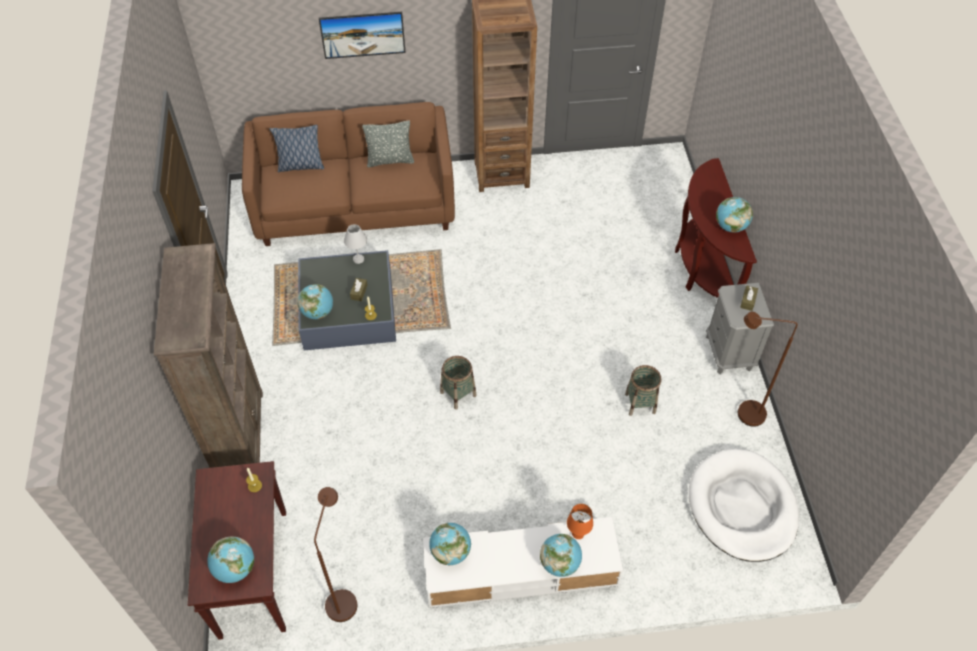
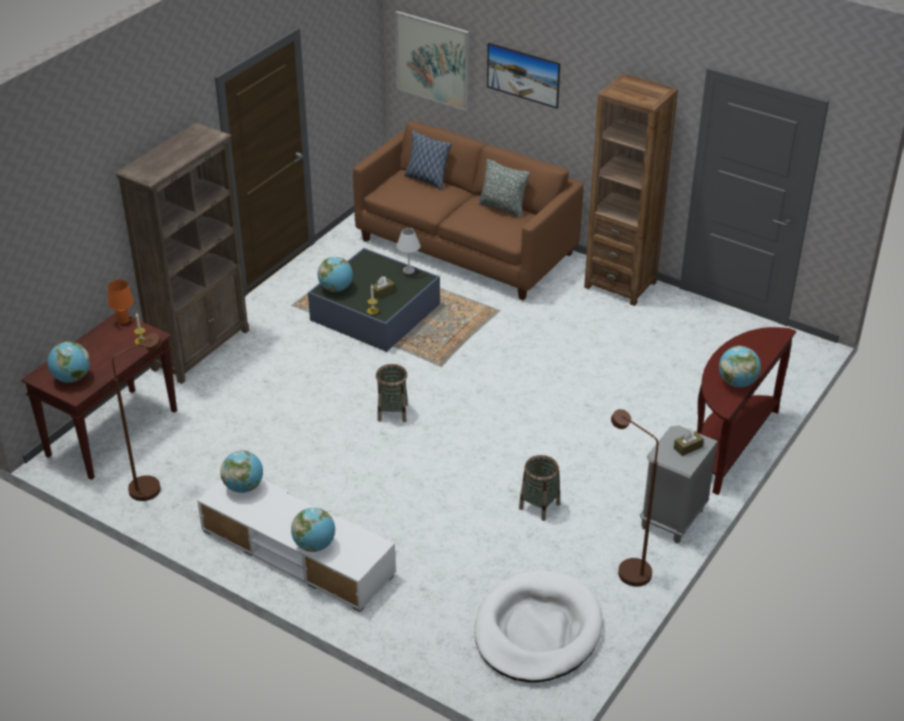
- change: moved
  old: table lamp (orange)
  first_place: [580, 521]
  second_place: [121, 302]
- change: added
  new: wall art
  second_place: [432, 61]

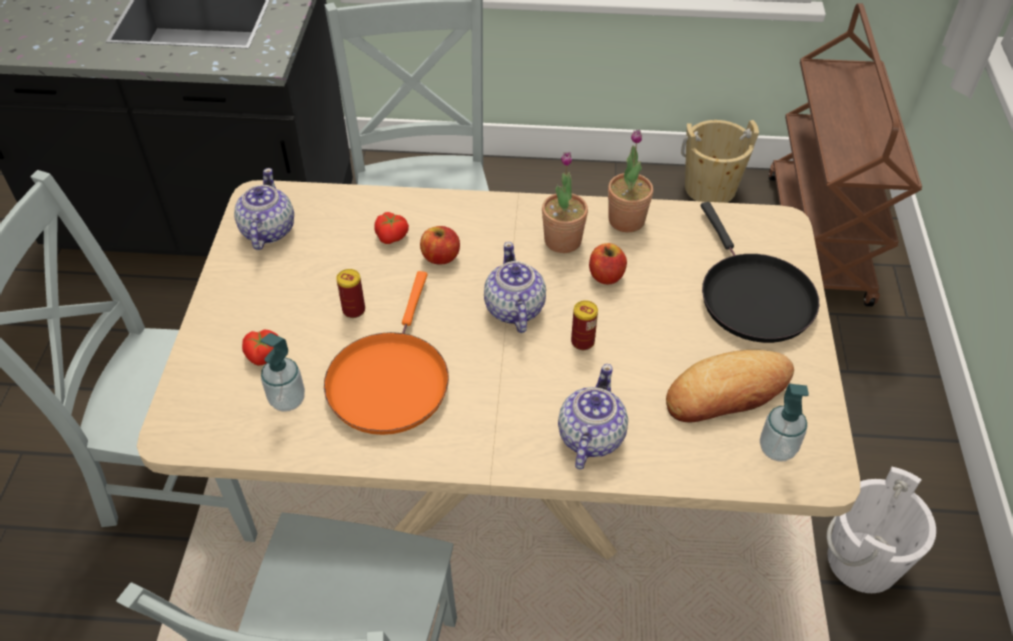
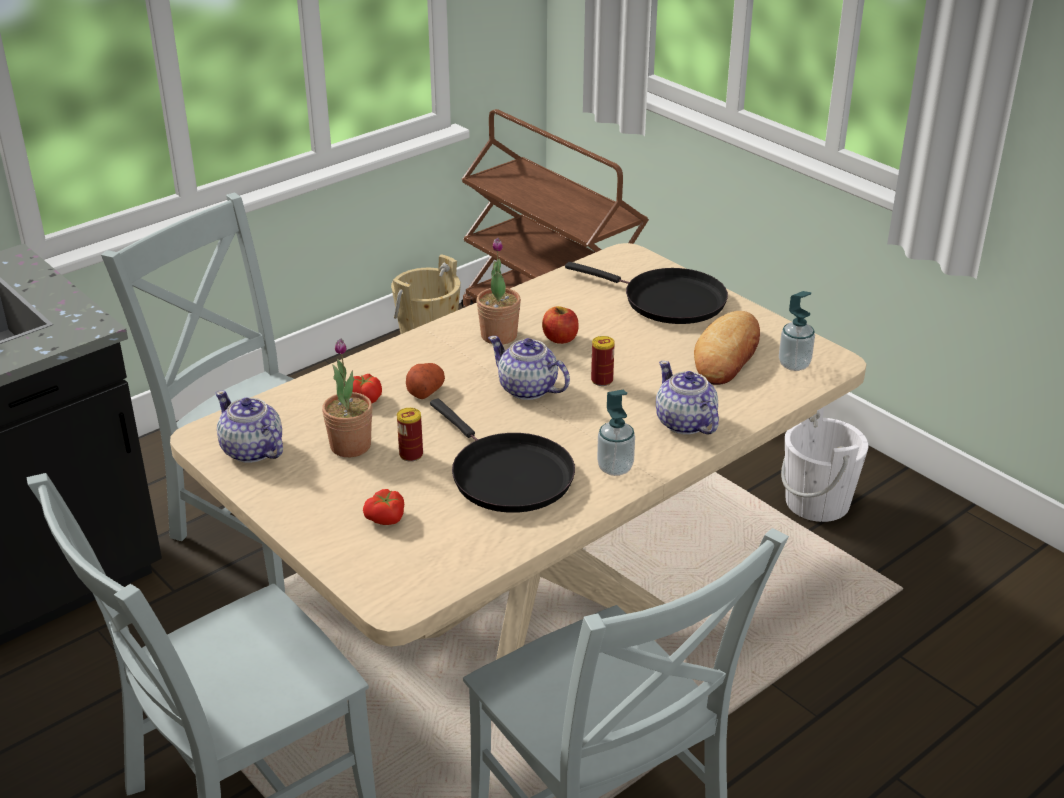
- change: moved
  old: plant in a pot
  first_place: [630, 181]
  second_place: [347, 398]
- change: replaced
  old: apple fruit
  new: potato
  first_place: [440, 245]
  second_place: [425, 381]
- change: recoloured
  old: frying pan (orange)
  new: frying pan (black)
  first_place: [386, 353]
  second_place: [502, 455]
- change: moved
  old: soap dispenser
  first_place: [283, 372]
  second_place: [616, 433]

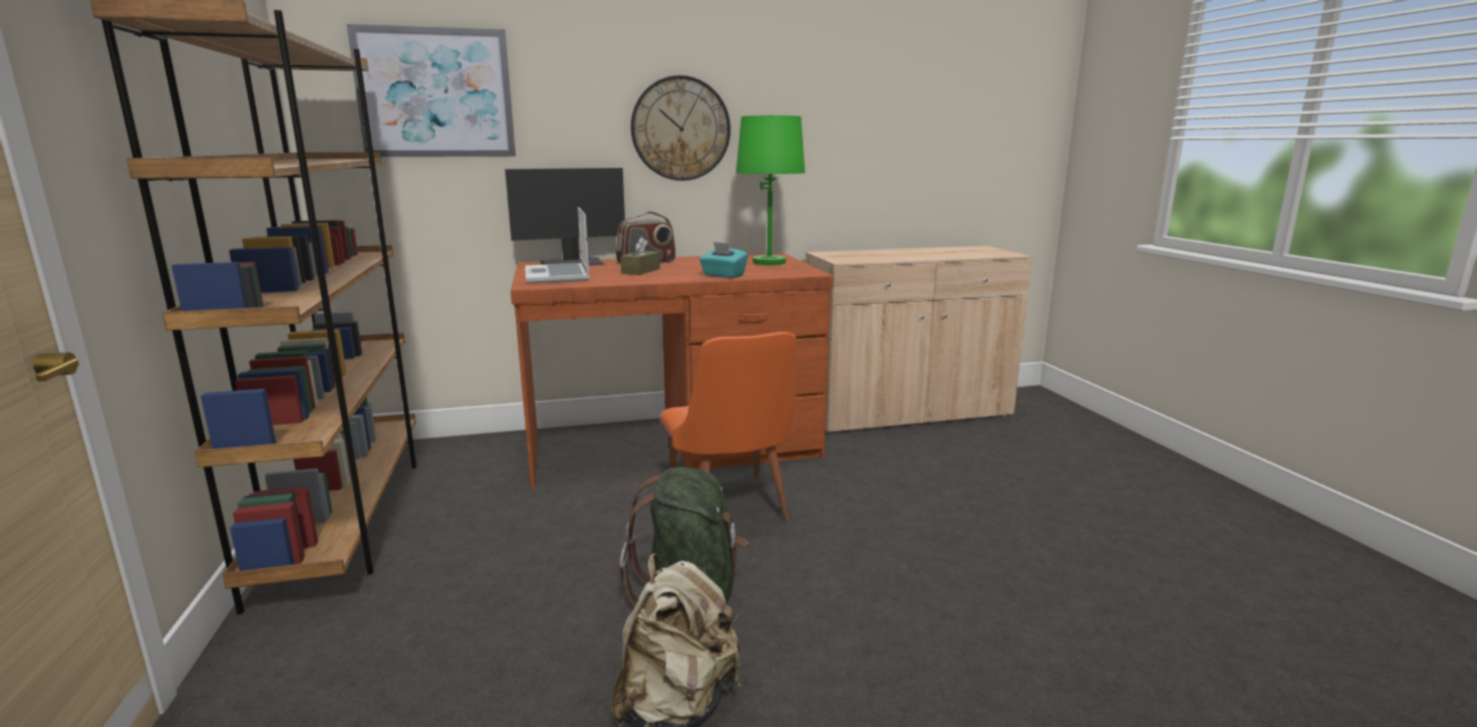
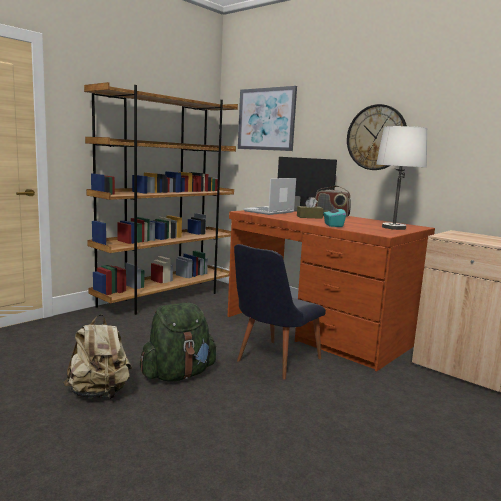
- change: recoloured
  old: table lamp (green)
  new: table lamp (white-coloured)
  first_place: [770, 189]
  second_place: [401, 178]
- change: recoloured
  old: chair (orange)
  new: chair (black)
  first_place: [728, 426]
  second_place: [280, 312]

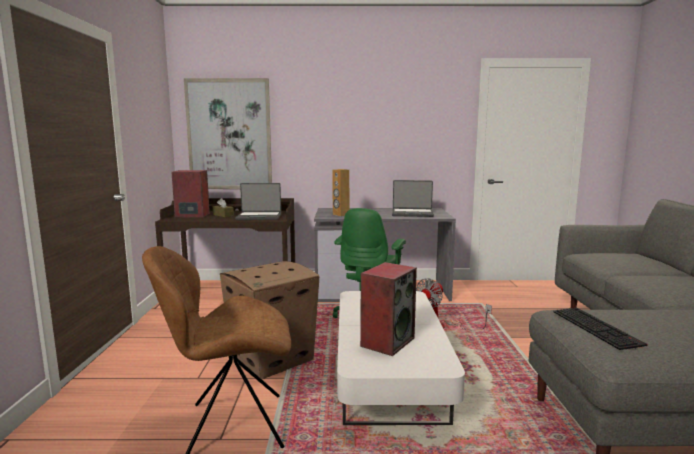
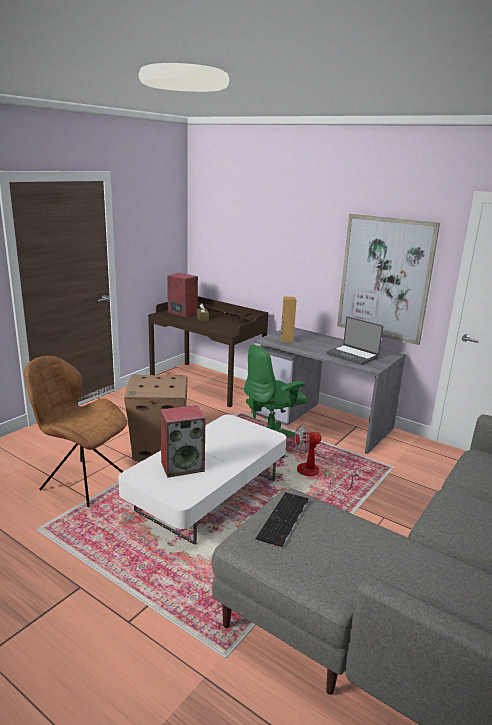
- change: moved
  old: wall art
  first_place: [228, 133]
  second_place: [388, 279]
- change: removed
  old: portable computer
  first_place: [258, 201]

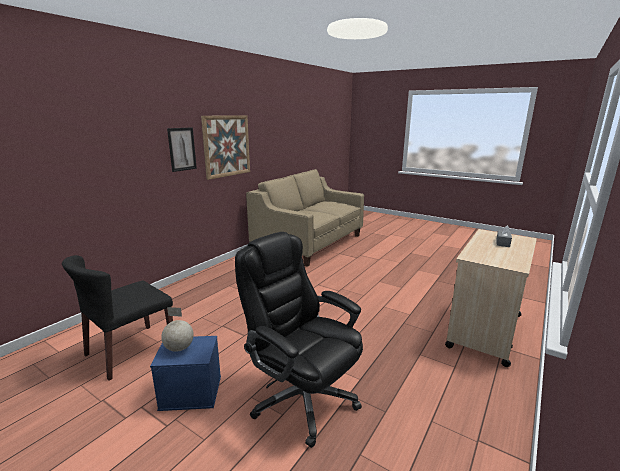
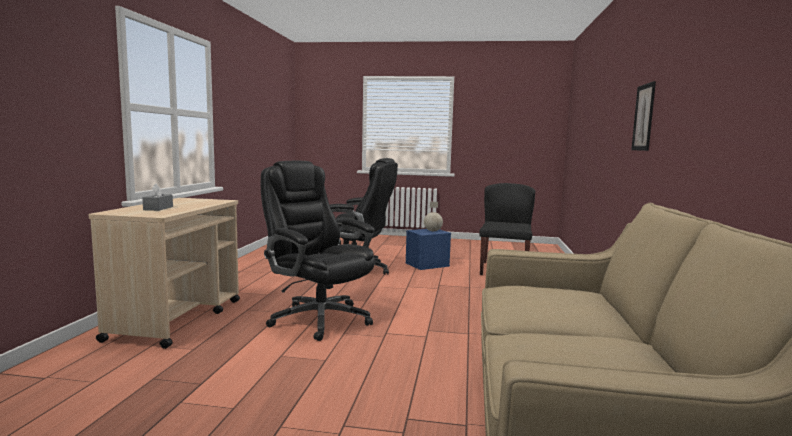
- change: removed
  old: wall art
  first_place: [225, 148]
- change: added
  new: computer chair (black)
  second_place: [318, 251]

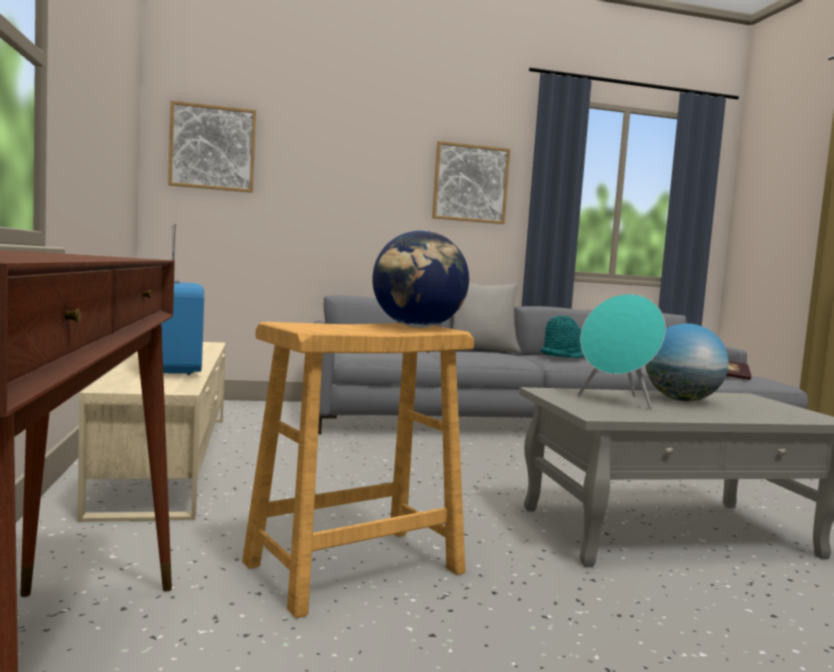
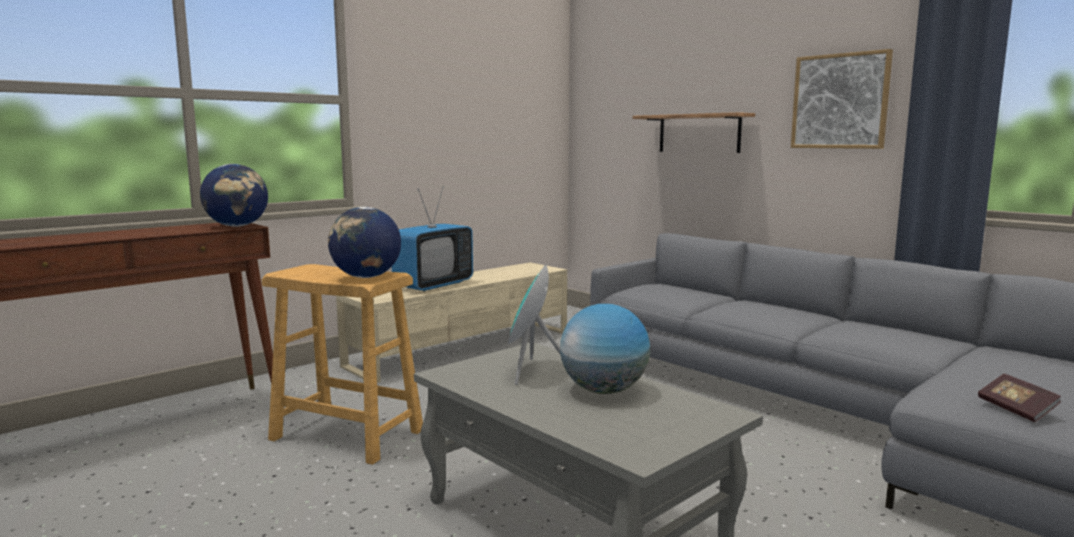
- change: removed
  old: wall art
  first_place: [212, 147]
- change: removed
  old: throw pillow (grey)
  first_place: [487, 318]
- change: removed
  old: hat (turquoise-coloured)
  first_place: [563, 337]
- change: added
  new: bracket shelf
  second_place: [694, 132]
- change: added
  new: world globe
  second_place: [234, 195]

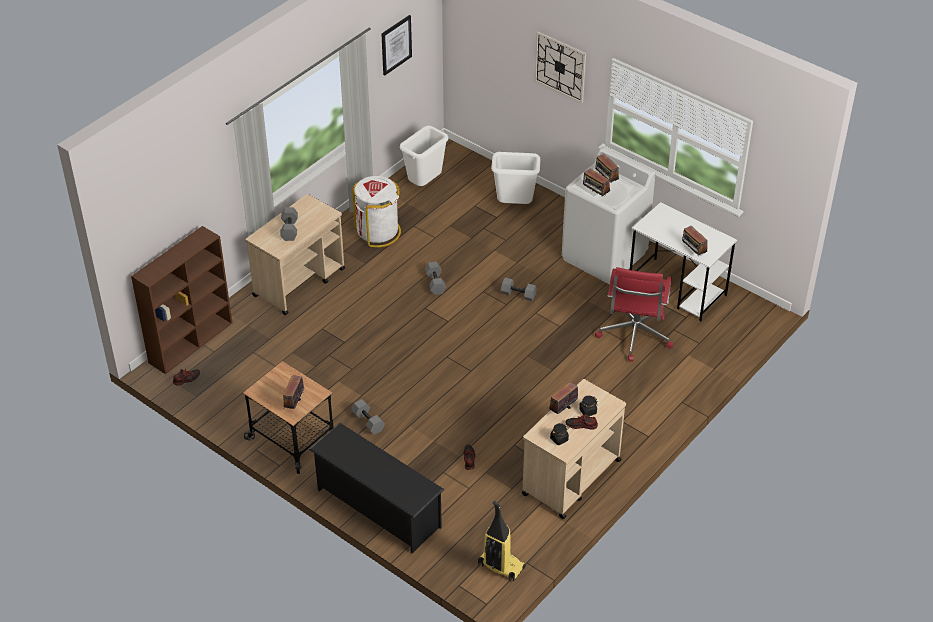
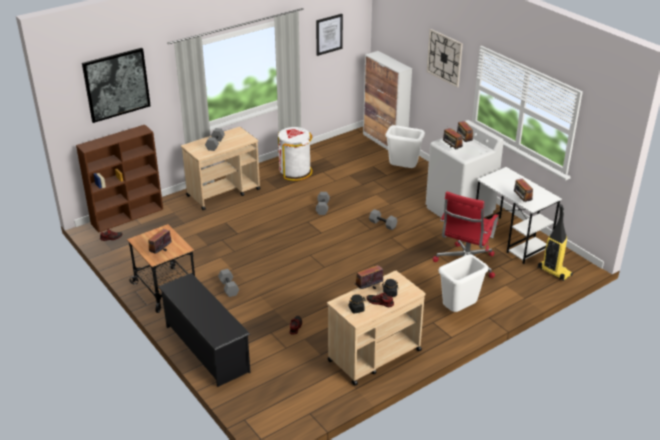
- change: moved
  old: waste bin (white-coloured)
  first_place: [424, 156]
  second_place: [464, 283]
- change: moved
  old: vacuum
  first_place: [502, 541]
  second_place: [555, 242]
- change: added
  new: wall art
  second_place: [116, 85]
- change: added
  new: cabinet
  second_place: [387, 100]

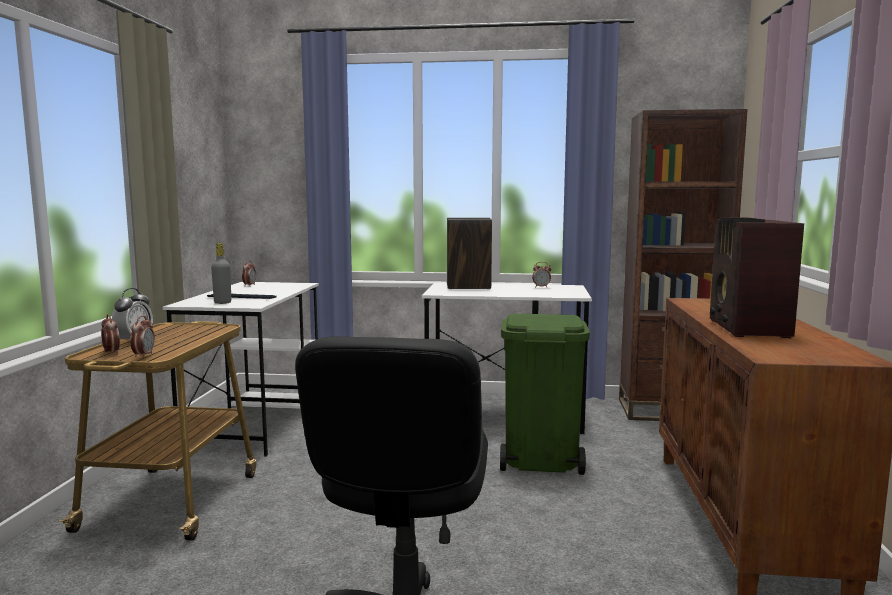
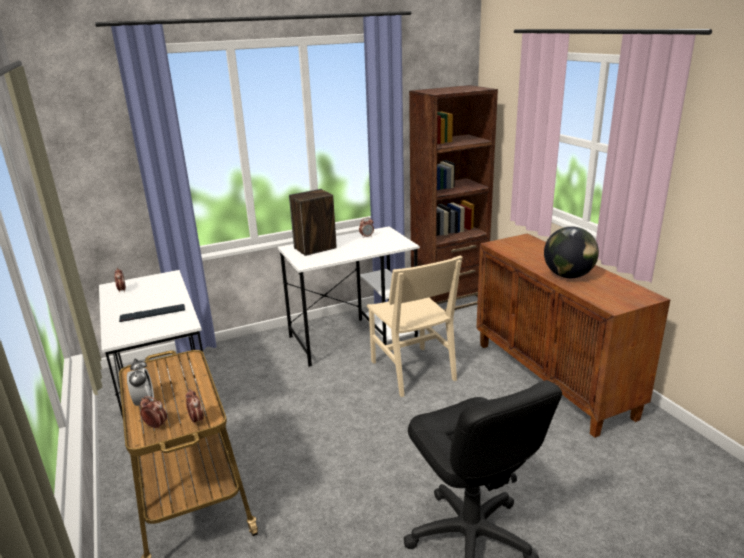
- change: replaced
  old: radio set
  new: world globe
  first_place: [757, 277]
  second_place: [571, 252]
- change: removed
  old: drink bottle (grey)
  first_place: [221, 273]
- change: replaced
  old: waste bin (green)
  new: chair (beige-coloured)
  first_place: [545, 394]
  second_place: [415, 326]

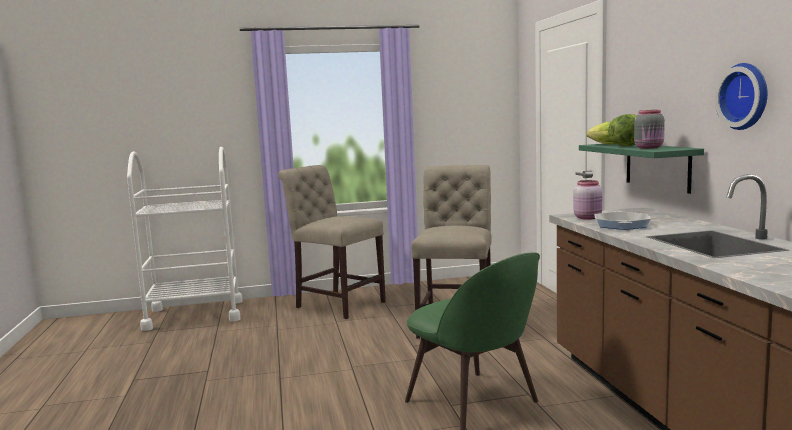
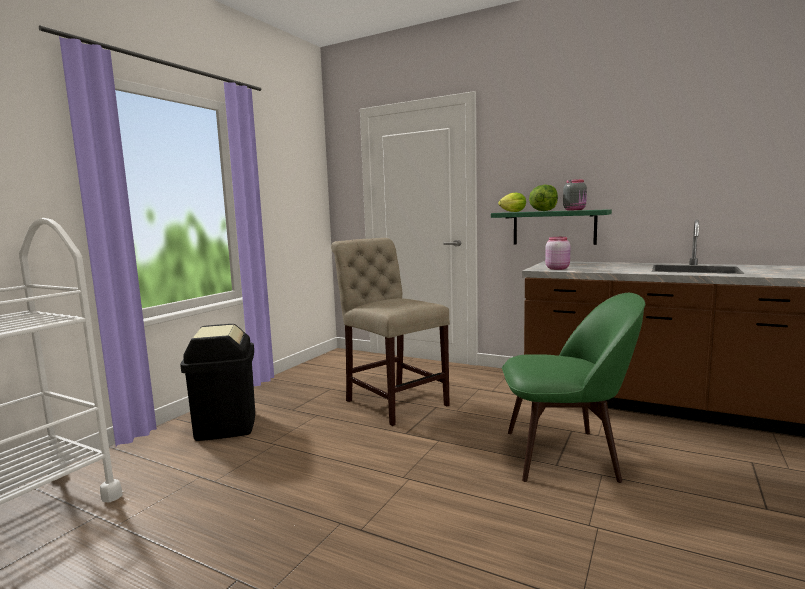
- change: removed
  old: wall clock
  first_place: [741, 96]
- change: replaced
  old: chair (beige-coloured)
  new: waste bin (black)
  first_place: [332, 242]
  second_place: [217, 382]
- change: removed
  old: frying pan
  first_place: [622, 220]

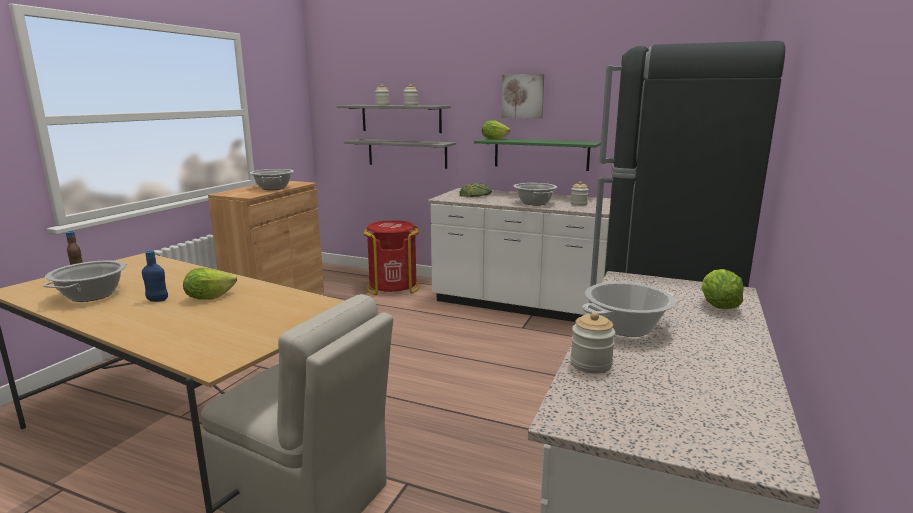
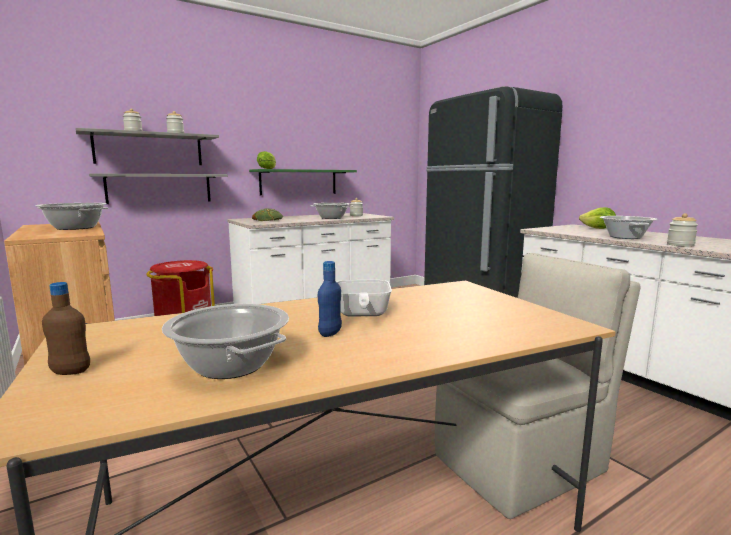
- change: removed
  old: wall art
  first_place: [522, 96]
- change: replaced
  old: lettuce head
  new: frying pan
  first_place: [210, 284]
  second_place: [364, 298]

